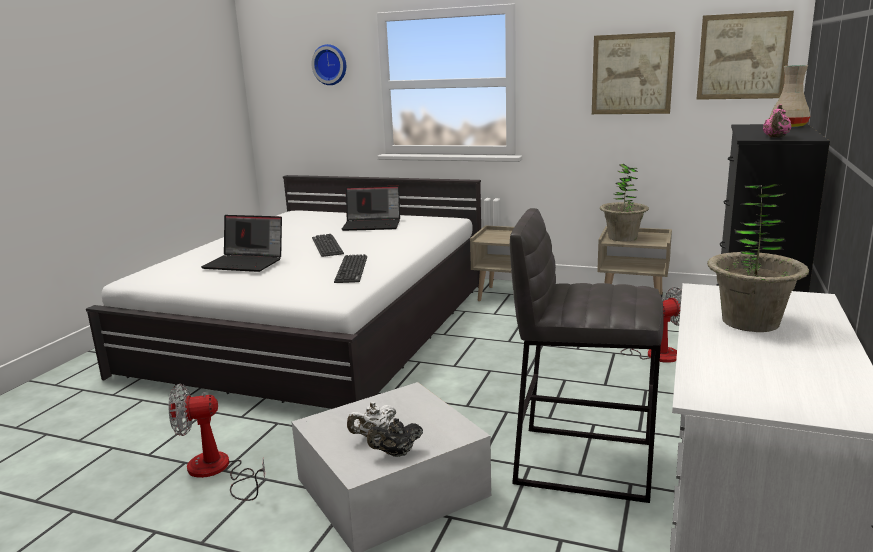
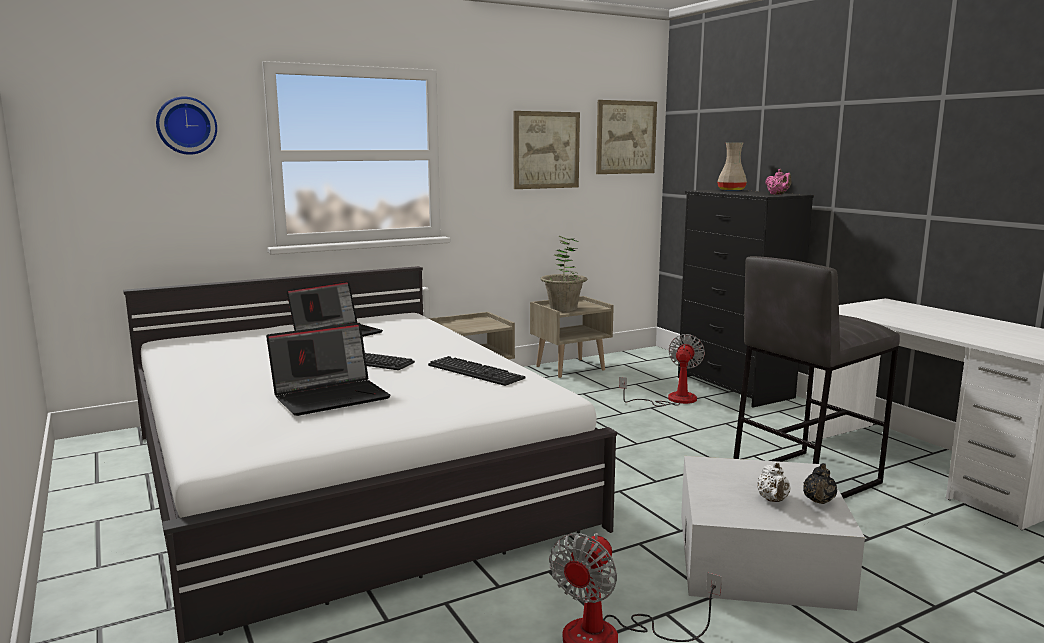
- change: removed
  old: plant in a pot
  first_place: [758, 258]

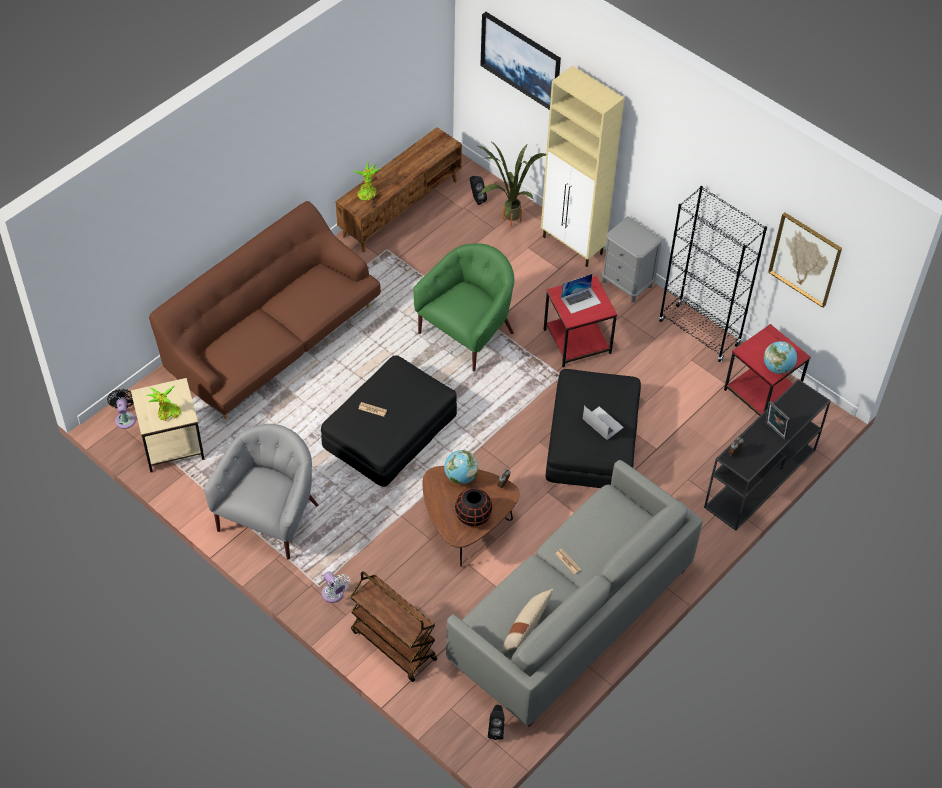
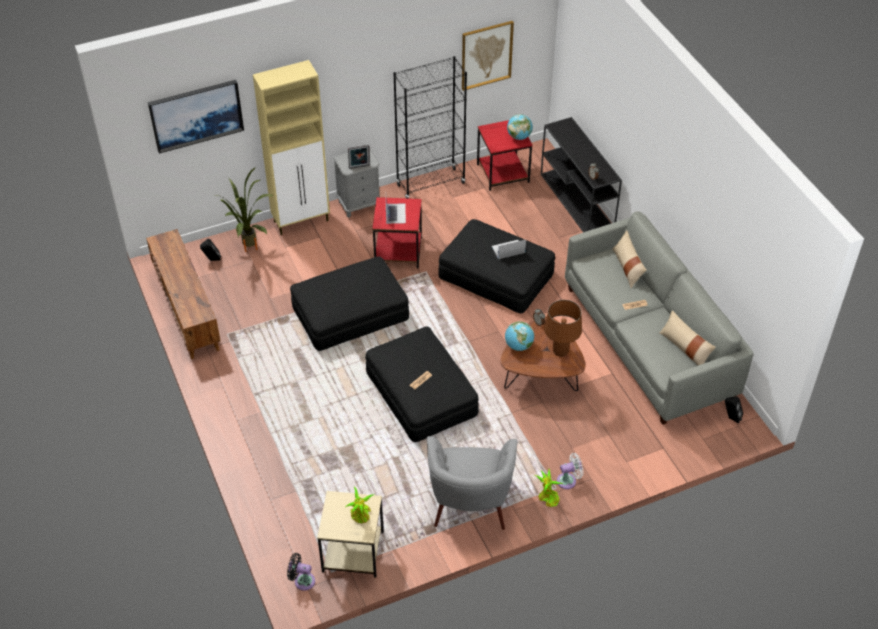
- change: moved
  old: plant in a pot
  first_place: [367, 181]
  second_place: [549, 488]
- change: removed
  old: couch (brown-coloured)
  first_place: [265, 310]
- change: replaced
  old: armchair (green)
  new: ottoman (black)
  first_place: [463, 307]
  second_place: [349, 303]
- change: moved
  old: picture frame
  first_place: [777, 420]
  second_place: [359, 156]
- change: turned
  old: armchair (grey)
  first_place: [261, 492]
  second_place: [472, 483]
  degrees: -135
- change: replaced
  old: vase (black)
  new: table lamp (brown-coloured)
  first_place: [473, 507]
  second_place: [563, 328]
- change: removed
  old: wheeled cart (brown-coloured)
  first_place: [393, 626]
- change: added
  new: throw pillow (beige-coloured)
  second_place: [629, 259]

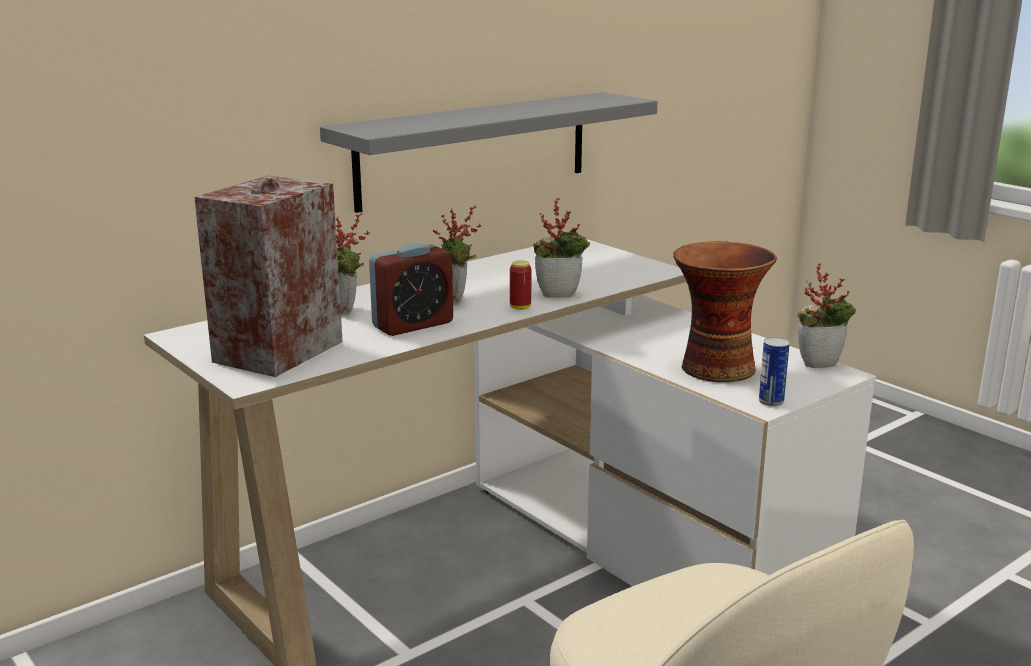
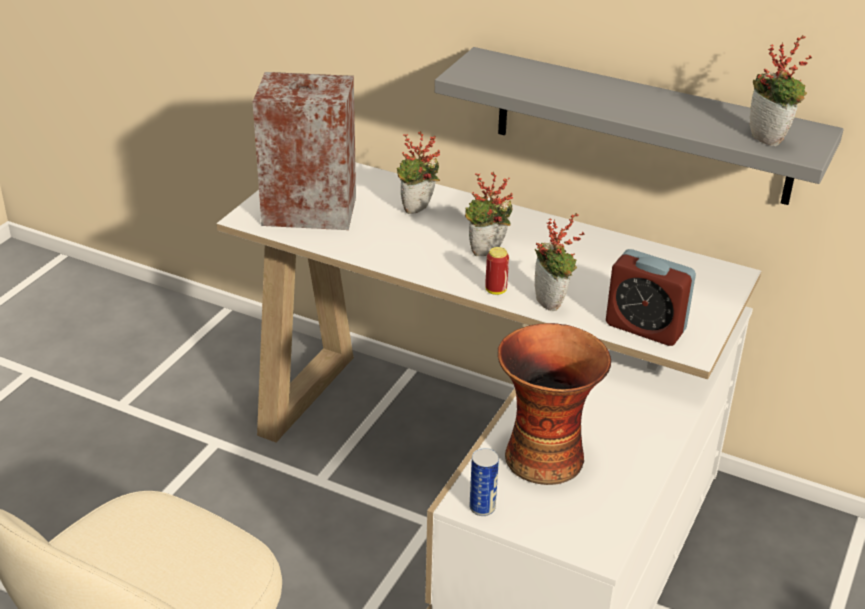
- change: moved
  old: alarm clock
  first_place: [411, 290]
  second_place: [651, 297]
- change: moved
  old: plant in a pot
  first_place: [827, 315]
  second_place: [780, 90]

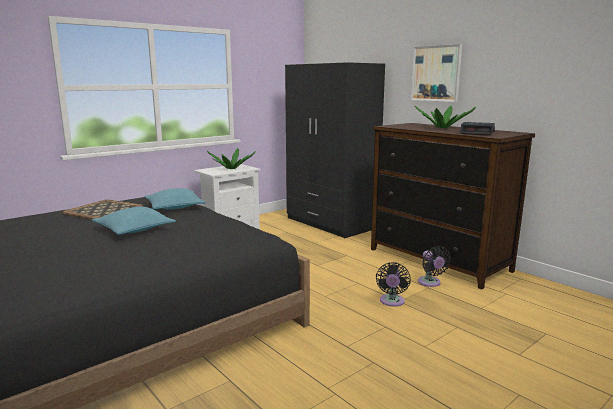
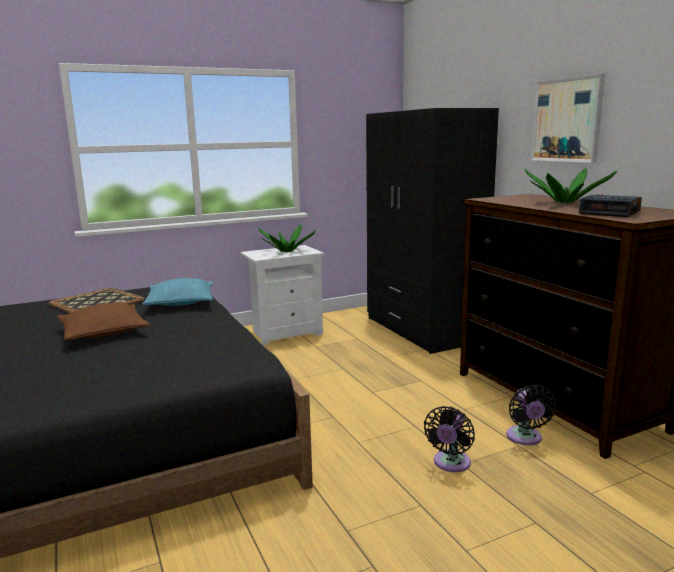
- change: recoloured
  old: throw pillow (turquoise-coloured)
  new: throw pillow (brown-coloured)
  first_place: [134, 221]
  second_place: [103, 321]

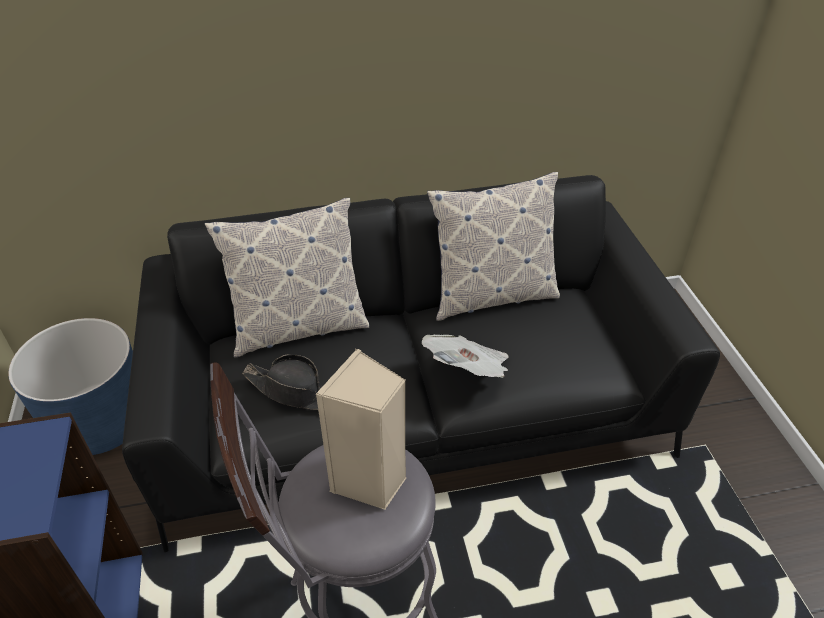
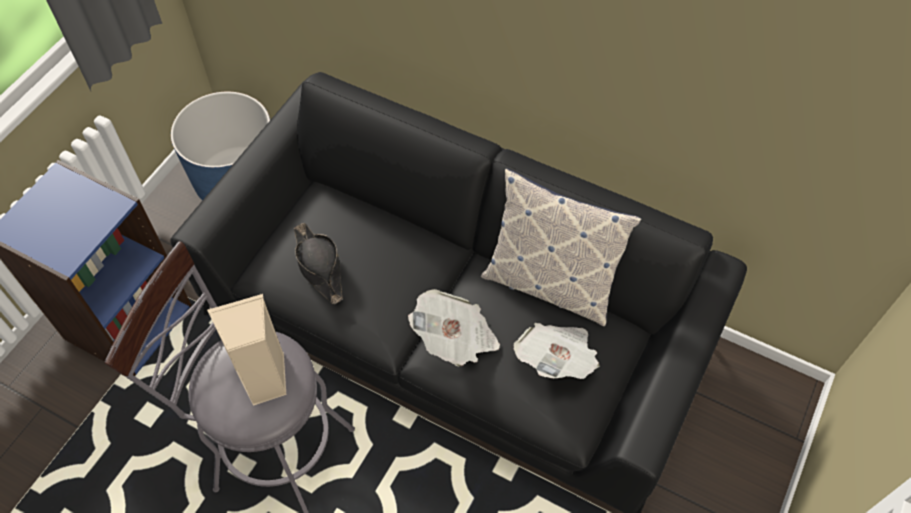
- change: removed
  old: throw pillow
  first_place: [287, 277]
- change: added
  new: daily paper
  second_place: [556, 351]

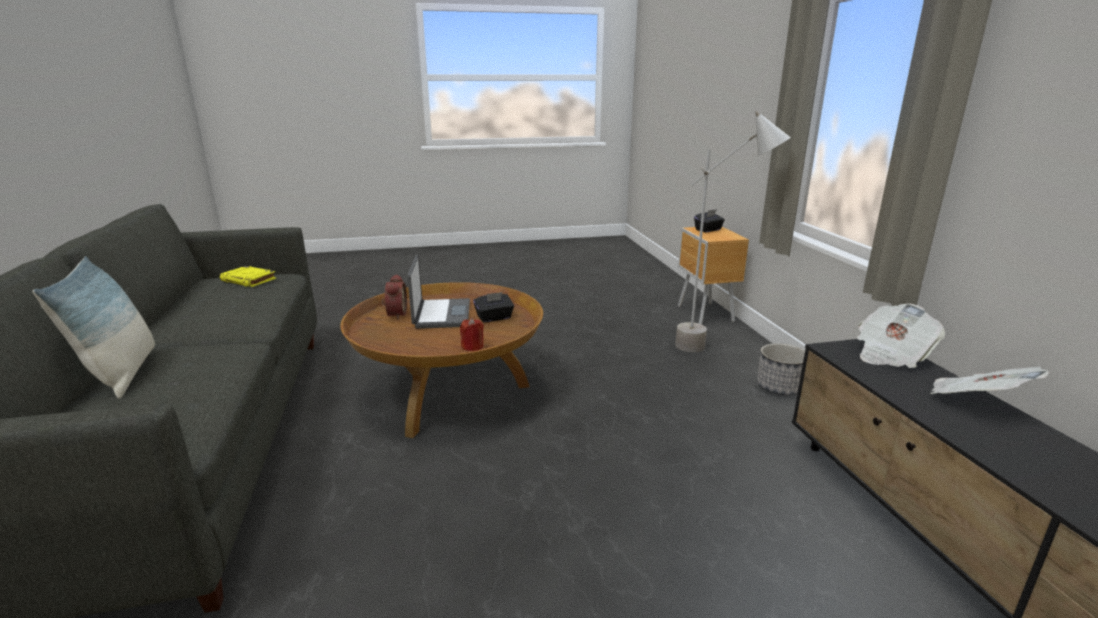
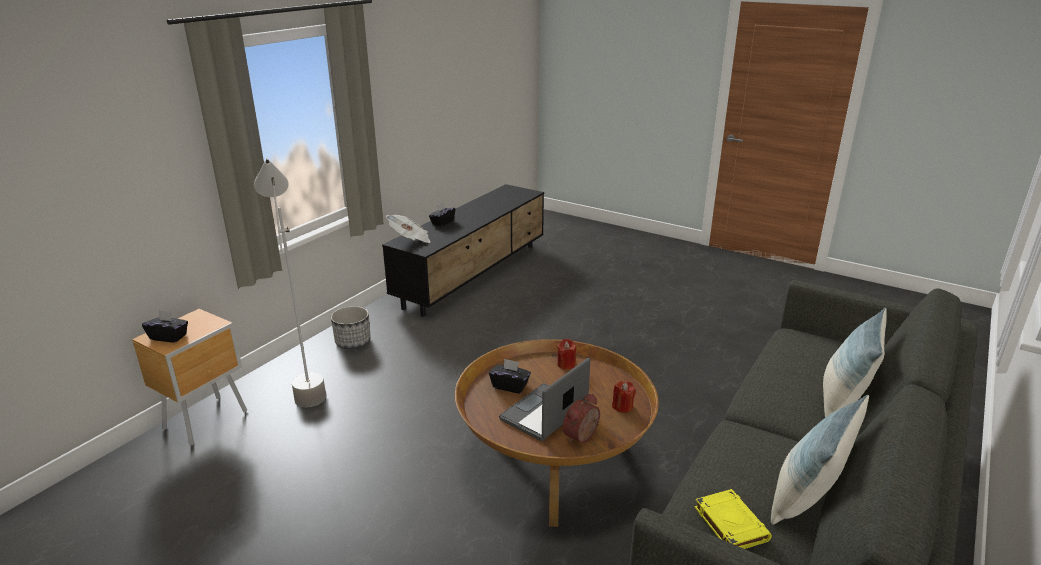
- change: replaced
  old: daily paper
  new: tissue holder (black)
  first_place: [989, 380]
  second_place: [442, 214]
- change: added
  new: wax light (reddish)
  second_place: [624, 397]
- change: added
  new: throw pillow
  second_place: [820, 460]

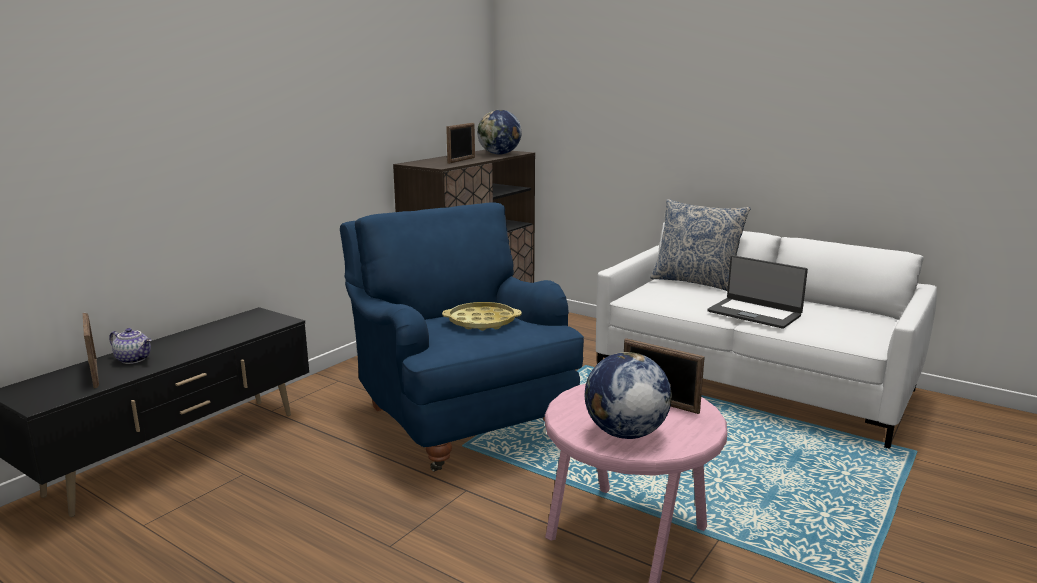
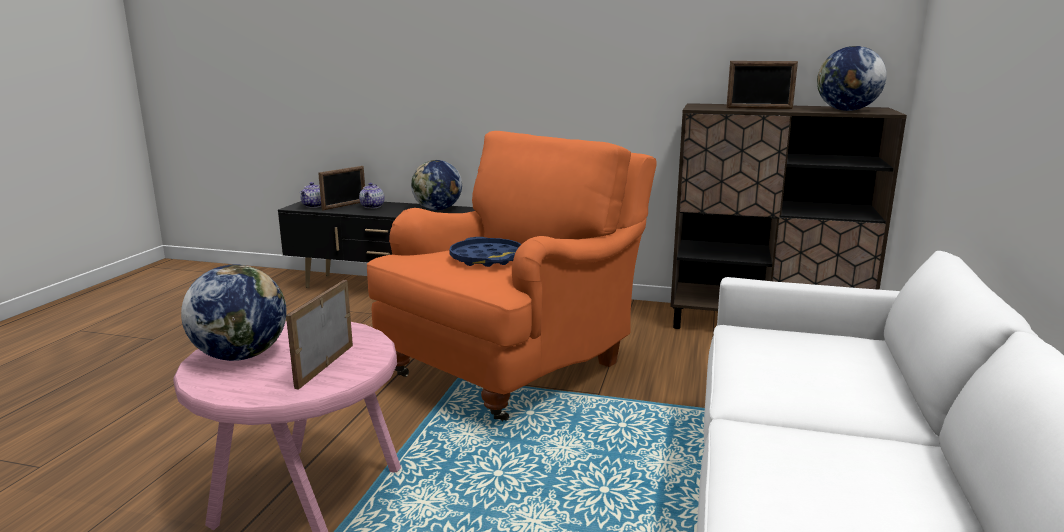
- change: removed
  old: throw pillow
  first_place: [700, 245]
- change: recoloured
  old: armchair (bluish)
  new: armchair (orange)
  first_place: [462, 337]
  second_place: [512, 276]
- change: removed
  old: portable computer
  first_place: [757, 292]
- change: recoloured
  old: carrying tray (yellow)
  new: carrying tray (bluish)
  first_place: [482, 316]
  second_place: [485, 252]
- change: added
  new: world globe
  second_place: [436, 185]
- change: added
  new: tea pot
  second_place: [310, 195]

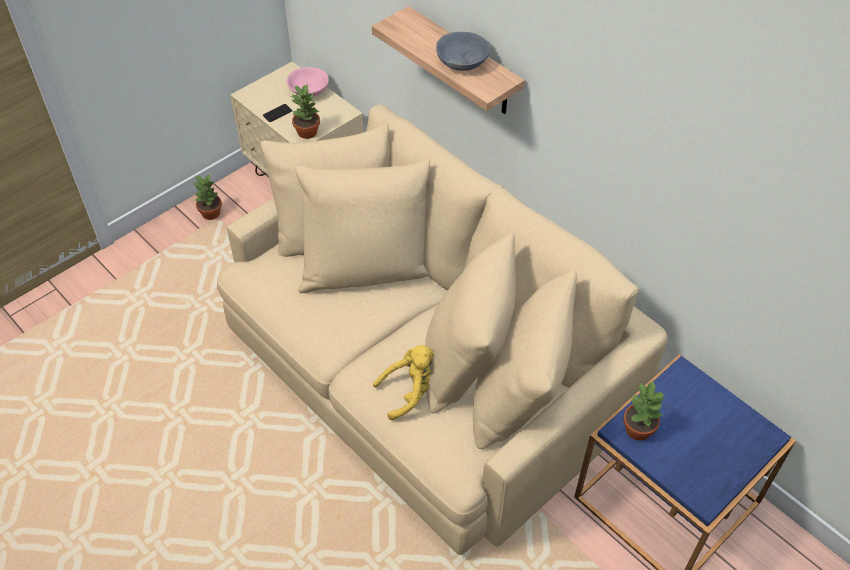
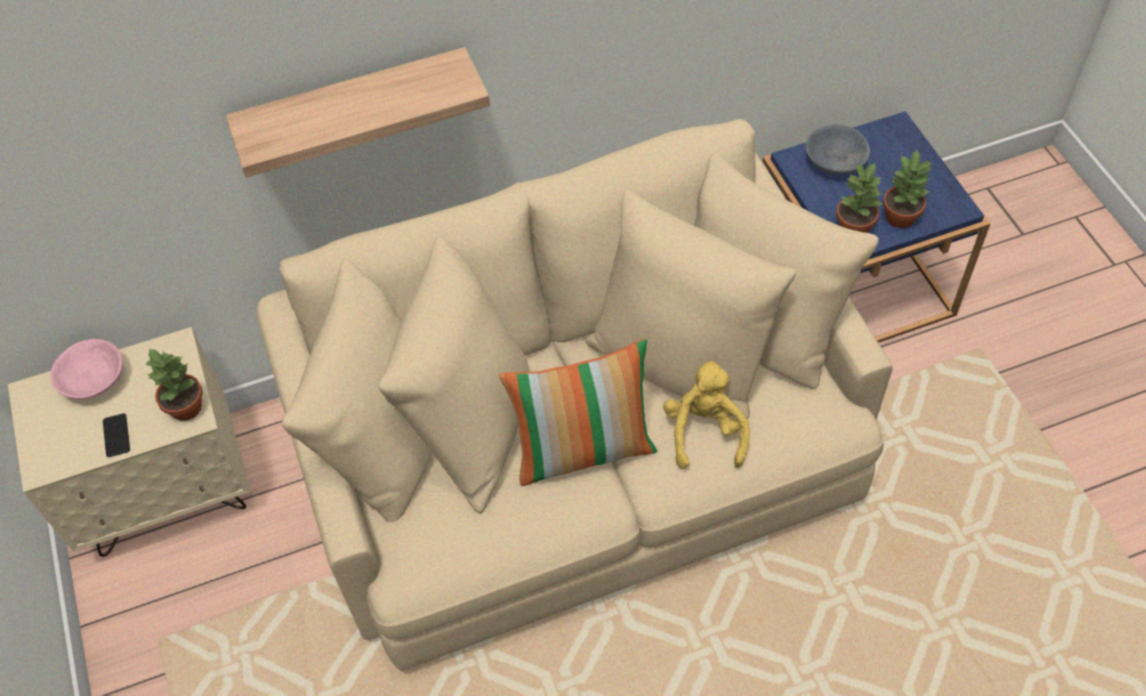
- change: moved
  old: deep dish (grey)
  first_place: [463, 51]
  second_place: [838, 149]
- change: moved
  old: plant in a pot
  first_place: [207, 197]
  second_place: [907, 189]
- change: added
  new: throw pillow
  second_place: [578, 412]

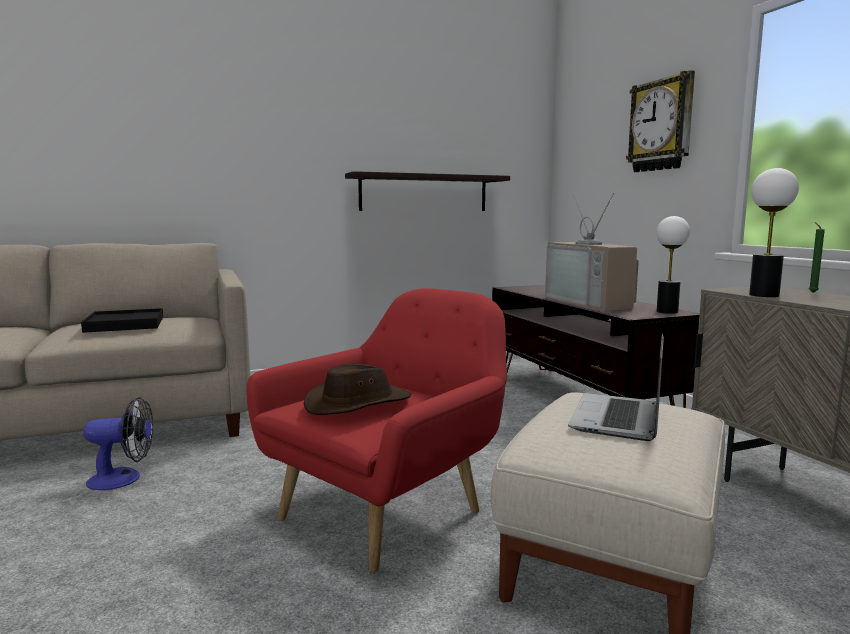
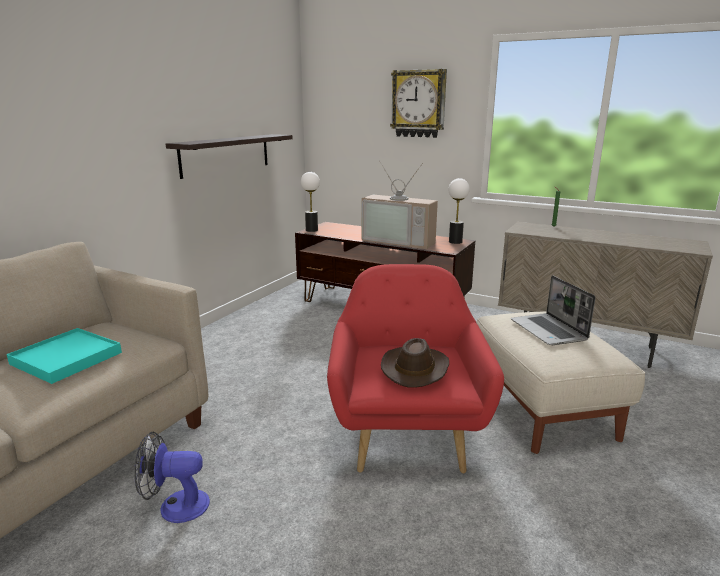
- change: moved
  old: table lamp
  first_place: [774, 232]
  second_place: [310, 202]
- change: recoloured
  old: carrying tray (black)
  new: carrying tray (turquoise-coloured)
  first_place: [122, 320]
  second_place: [64, 356]
- change: turned
  old: electric fan
  first_place: [118, 443]
  second_place: [172, 477]
  degrees: -135

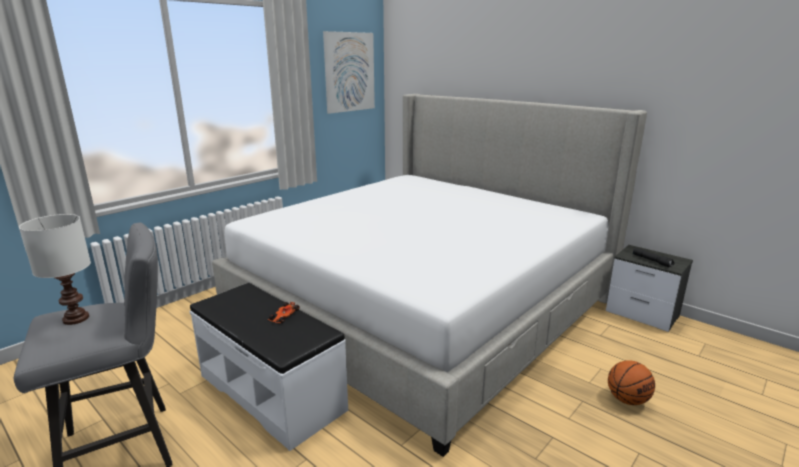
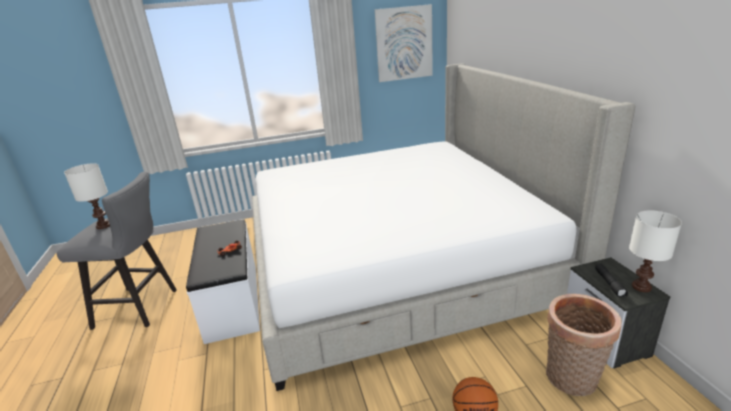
- change: added
  new: table lamp (white-coloured)
  second_place: [655, 251]
- change: added
  new: storage basket
  second_place: [584, 345]

